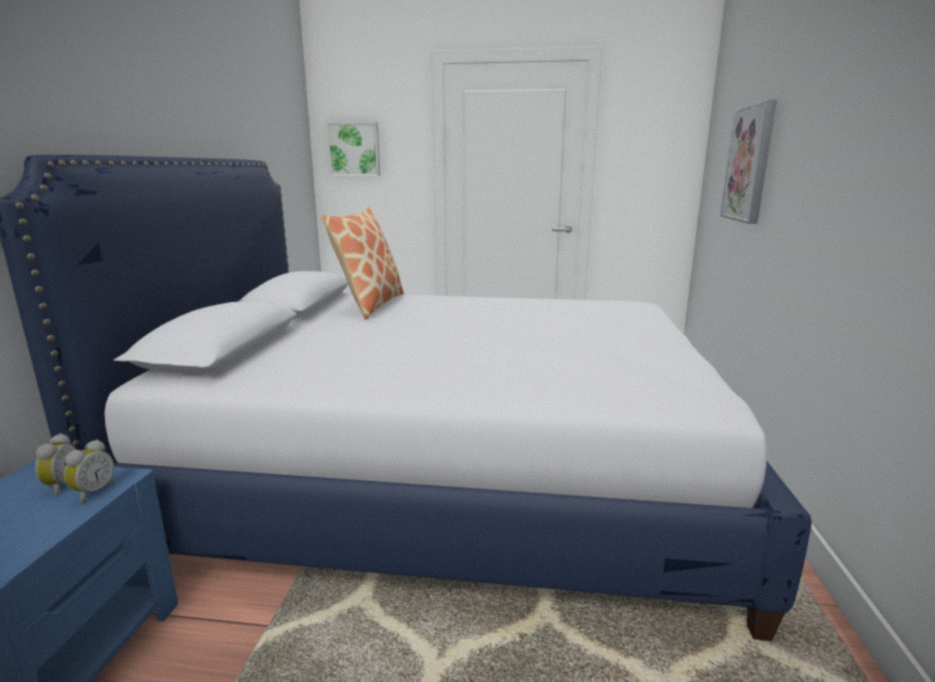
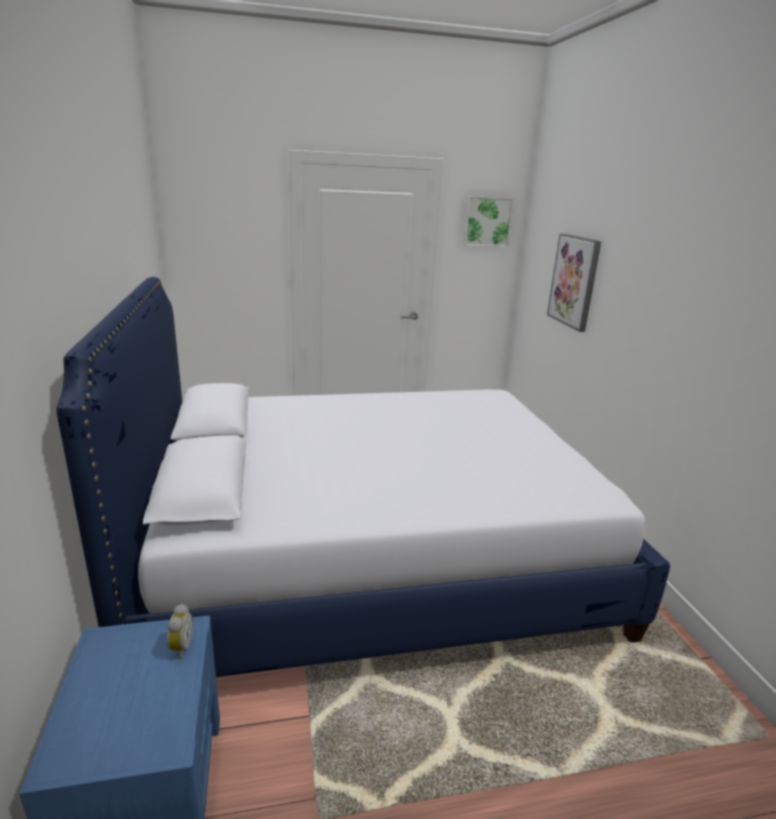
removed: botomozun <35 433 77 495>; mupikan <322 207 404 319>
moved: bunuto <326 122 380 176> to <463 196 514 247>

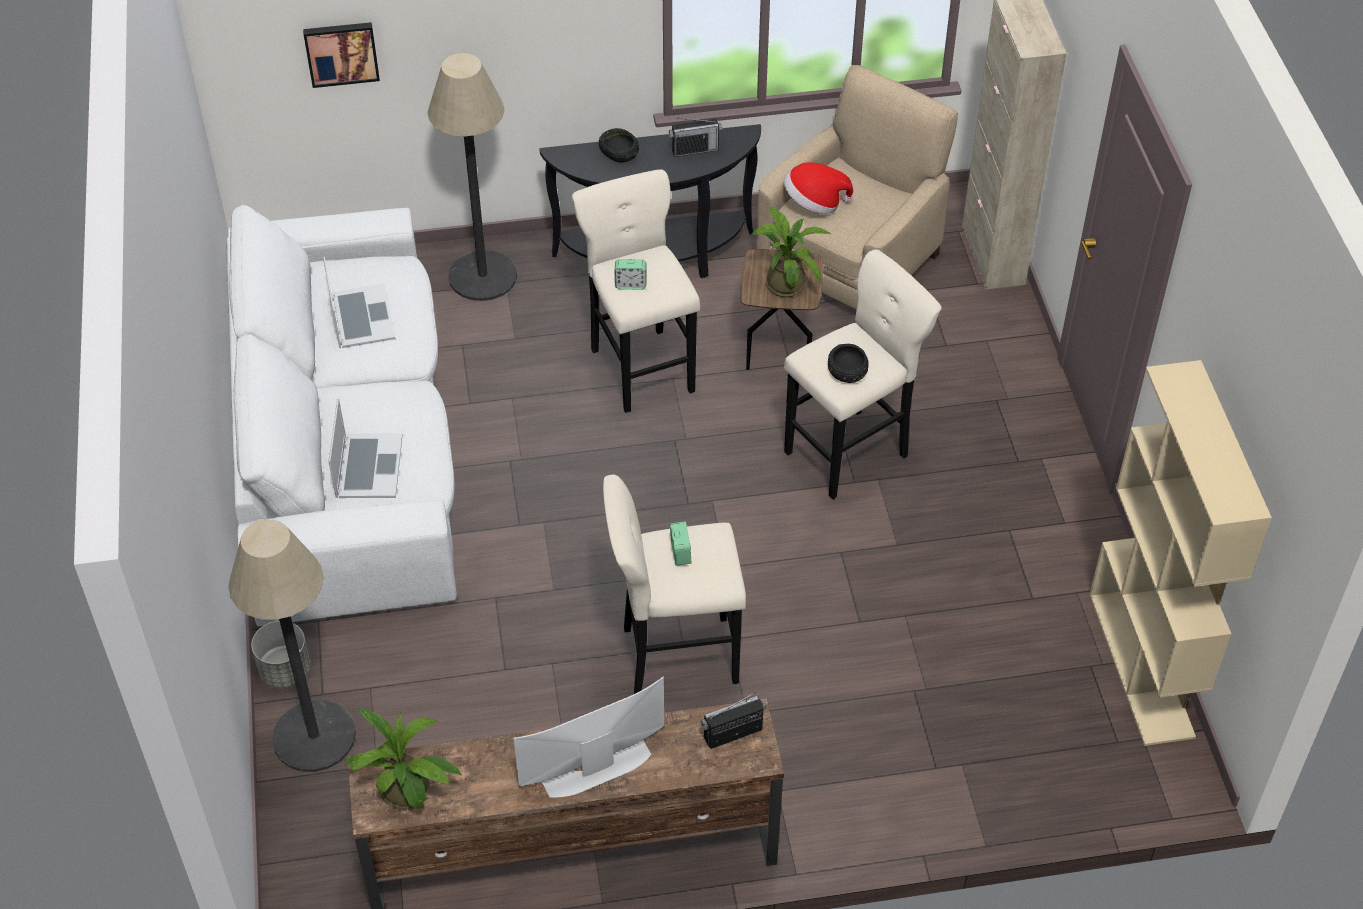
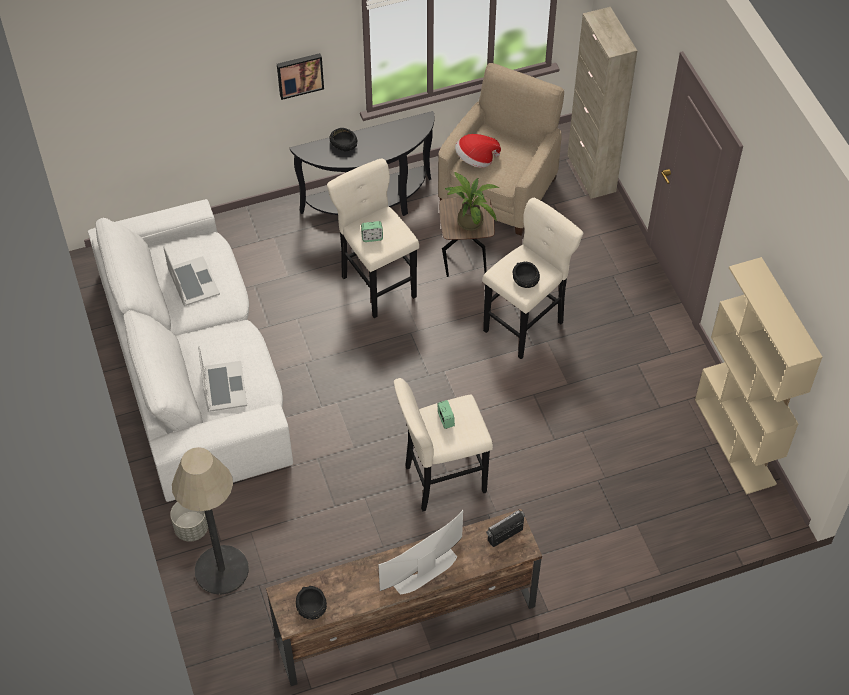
removed: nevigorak <427 53 517 301>; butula <669 117 722 157>
moved: bunuto <303 22 380 88> to <277 53 324 100>
replaced: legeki <344 706 462 809> to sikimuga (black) <296 586 327 620>

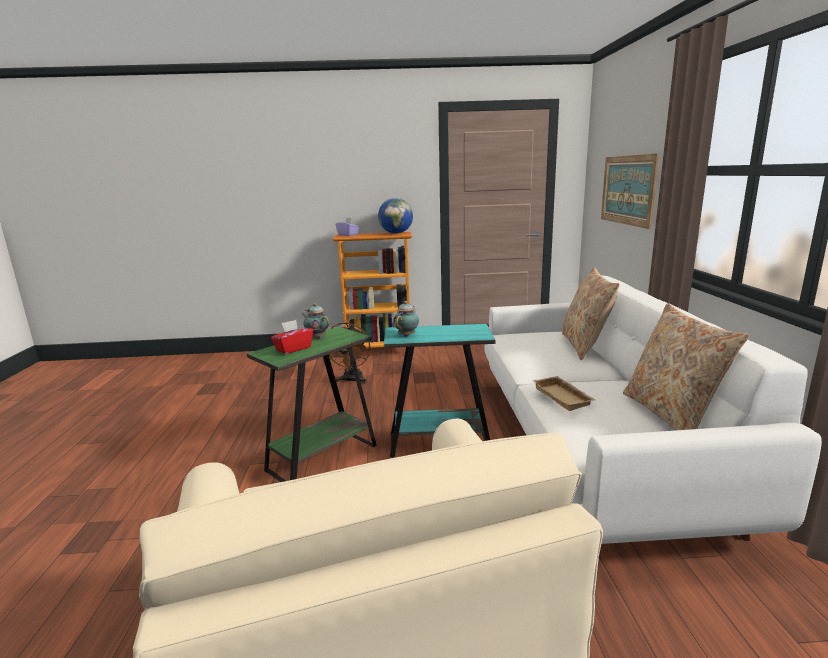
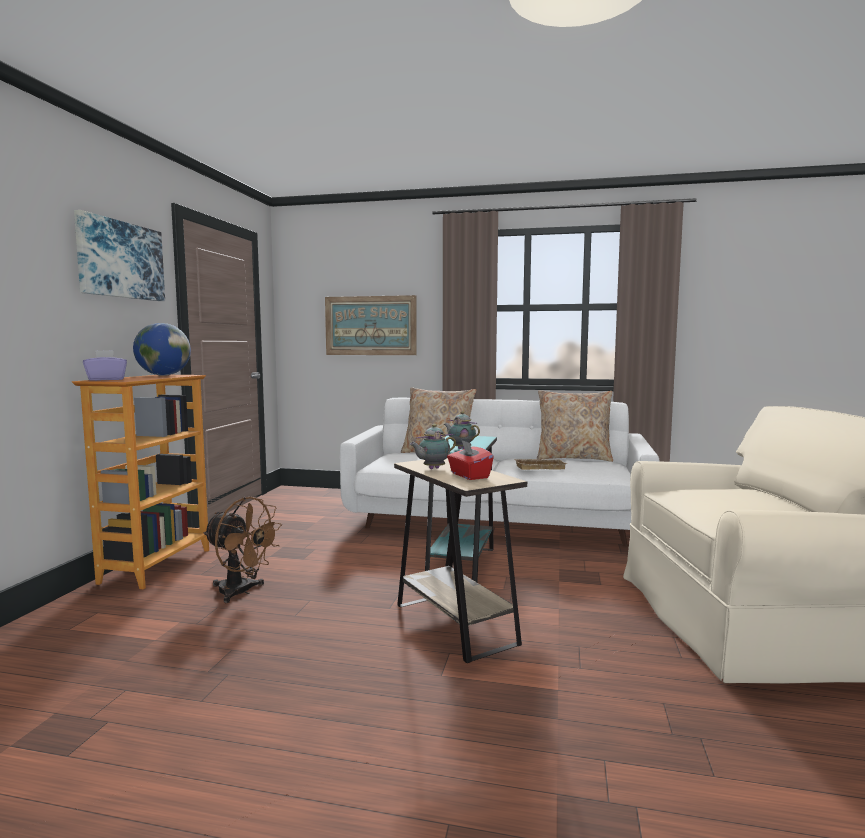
added: bunuto <74 210 165 301>
recoloured: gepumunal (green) <247 327 377 482> to gepumunal (beige) <394 458 527 663>

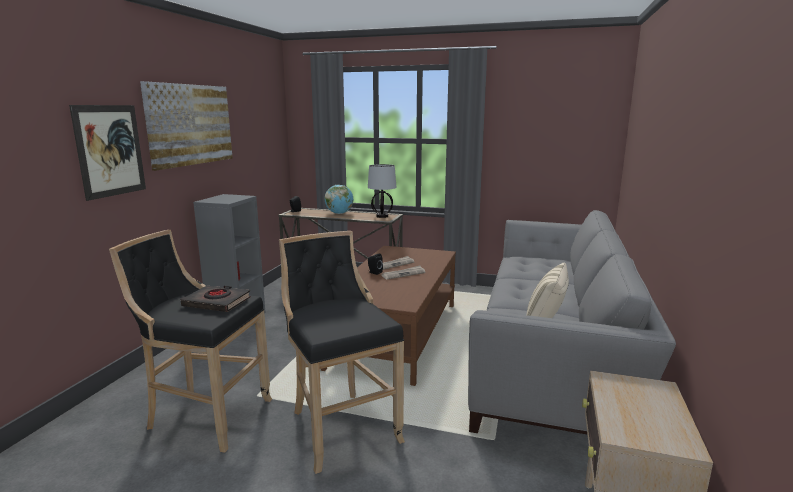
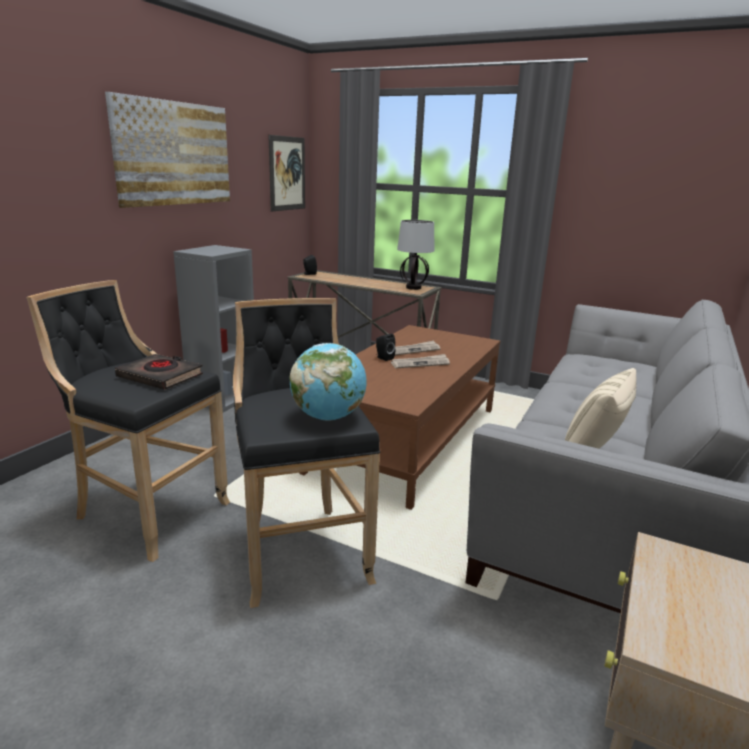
moved: bunuto <69 105 146 201> to <268 135 305 211>; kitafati <325 185 353 214> to <290 343 367 421>

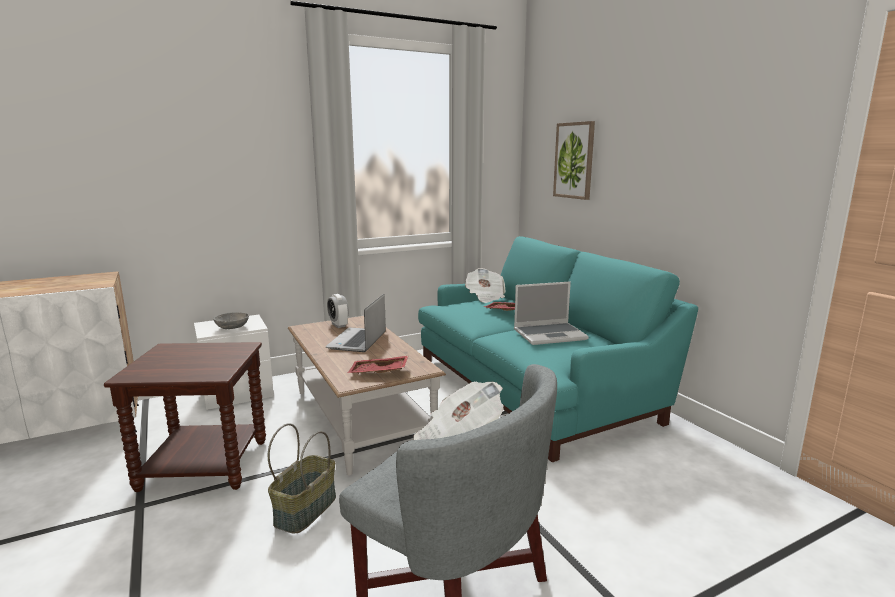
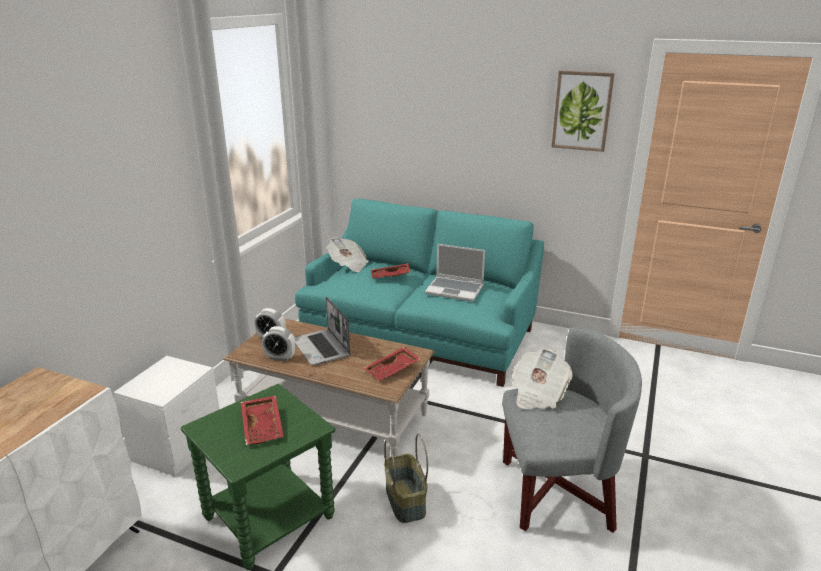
removed: sikimuga (grey) <213 312 249 329>
added: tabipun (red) <241 396 284 445>; botomozun <262 326 295 361>
moved: bunuto <553 121 595 200> to <552 71 615 152>
recoloured: gepumunal (brown) <104 342 266 492> to gepumunal (green) <181 384 335 570>
turned: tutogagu <514 282 589 345> = <425 244 485 302> 75 degrees clockwise

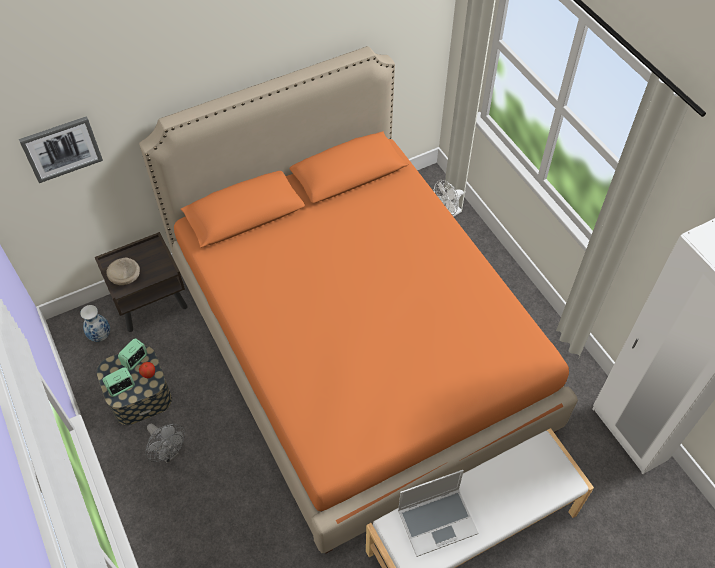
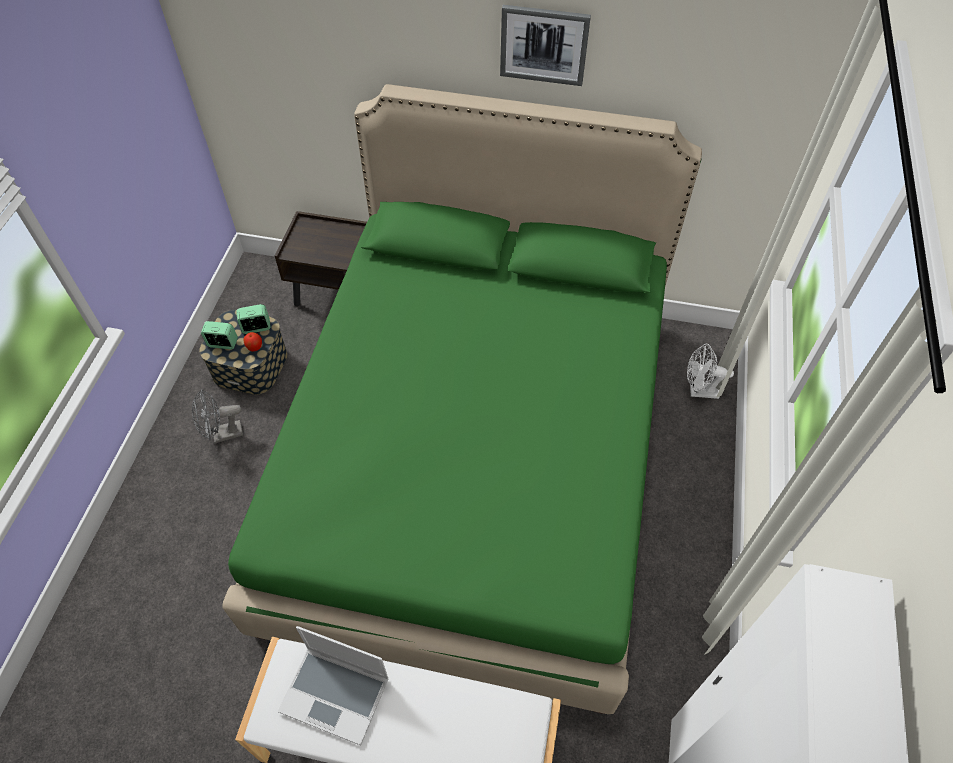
removed: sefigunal <80 305 110 342>; sikimuga (beige) <106 257 140 285>
moved: bunuto <19 116 103 183> to <500 5 591 86>
recoloured: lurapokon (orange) <139 46 578 553> to lurapokon (green) <223 84 702 714>
turned: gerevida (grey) <145 424 185 464> = <192 389 244 443> 75 degrees clockwise

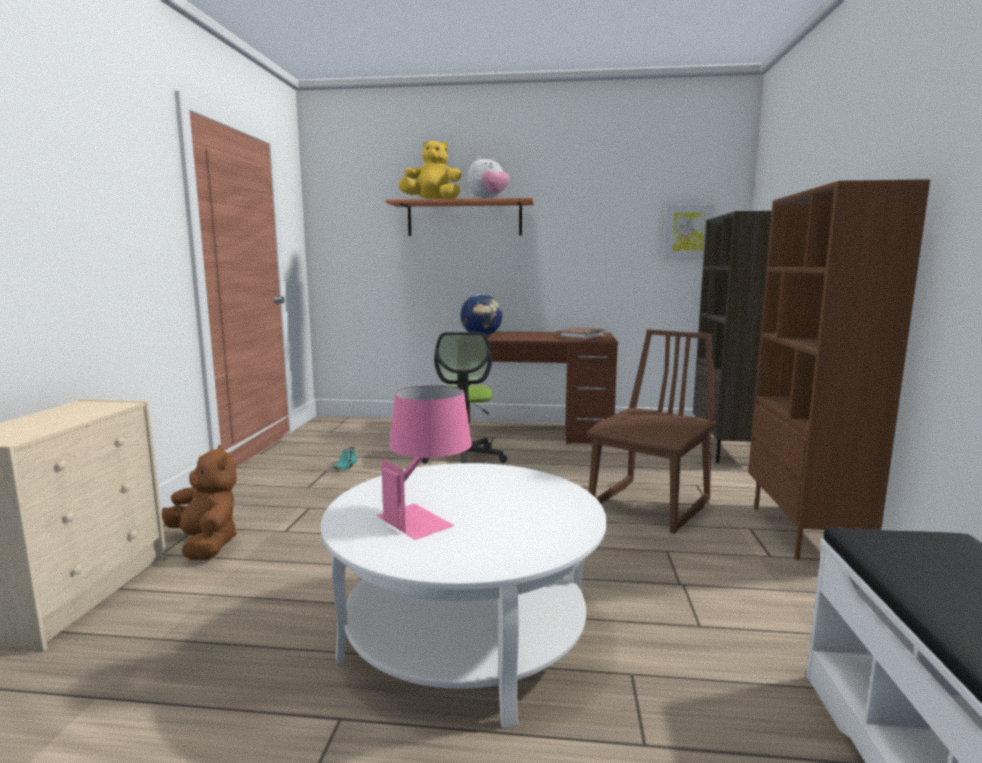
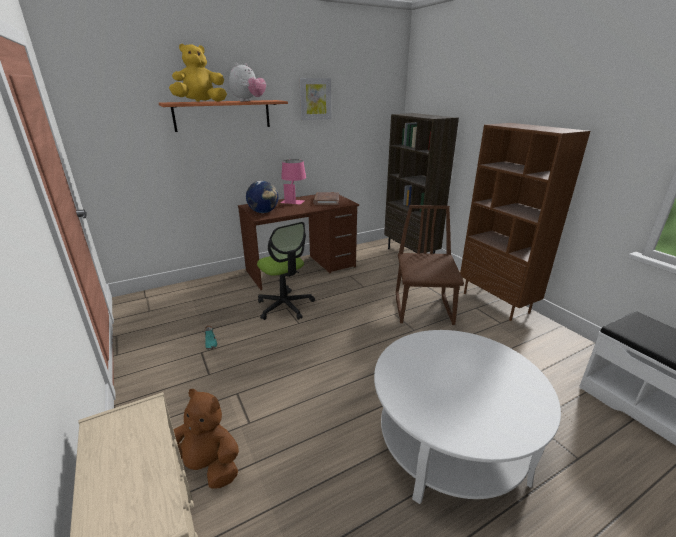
moved: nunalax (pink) <377 385 472 540> to <281 159 306 204>; bunuto <663 204 714 258> to <299 78 331 120>

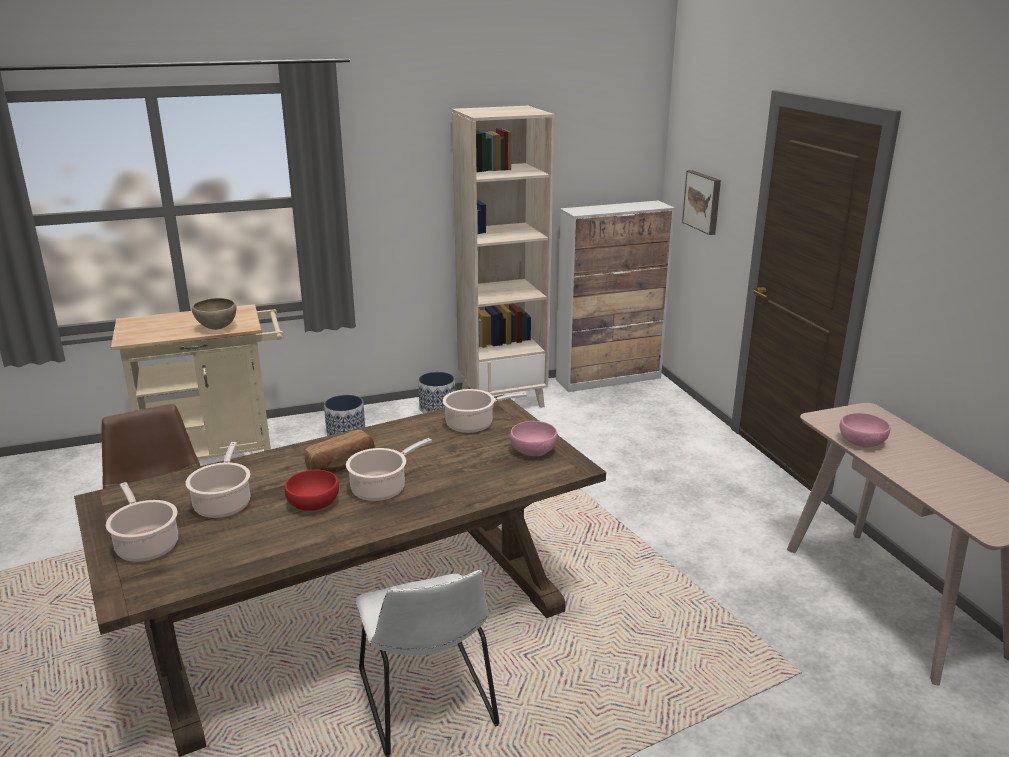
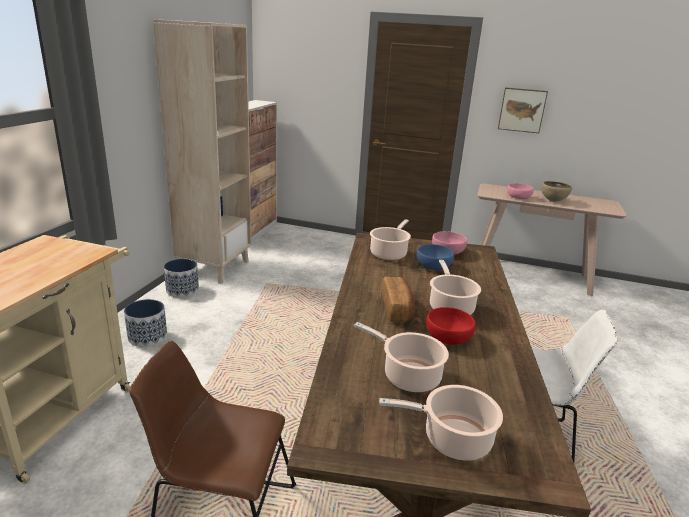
added: sikimuga (blue) <417 244 454 270>
moved: sikimuga (brown) <192 298 237 330> to <541 181 572 202>; bunuto <682 170 721 235> to <498 87 548 133>

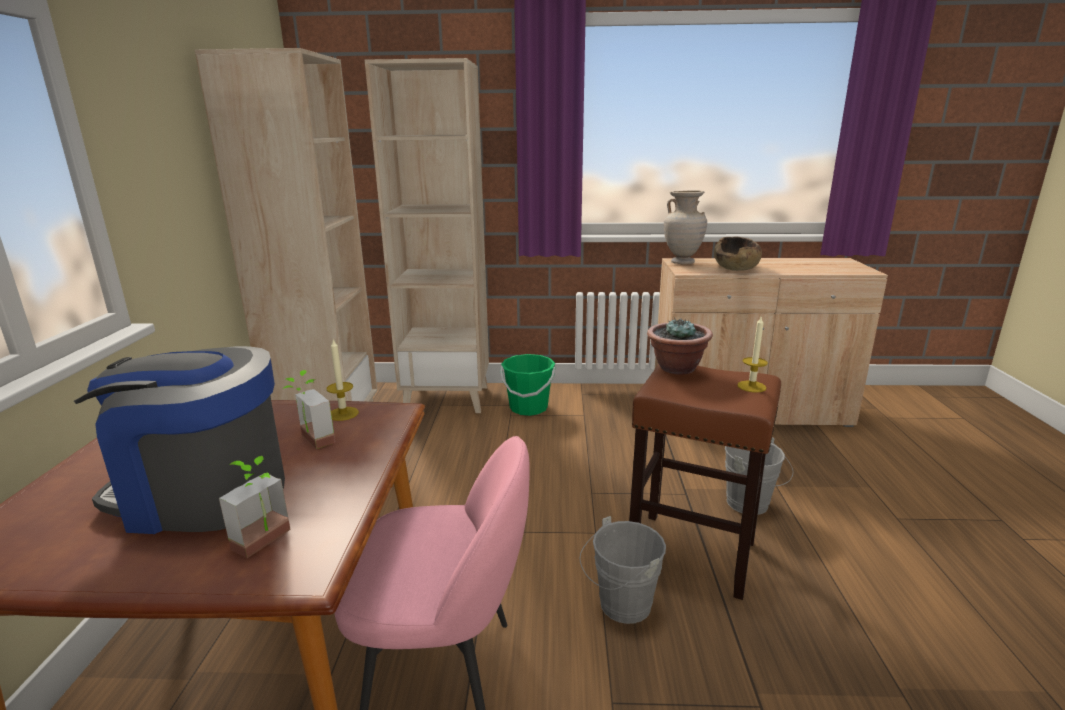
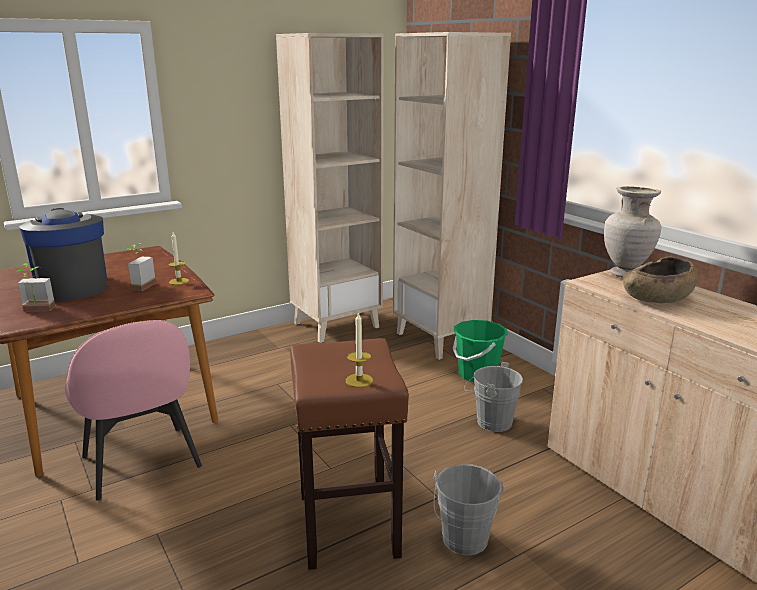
removed: legeki <647 318 713 375>
moved: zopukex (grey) <580 516 666 624> to <464 362 523 432>

